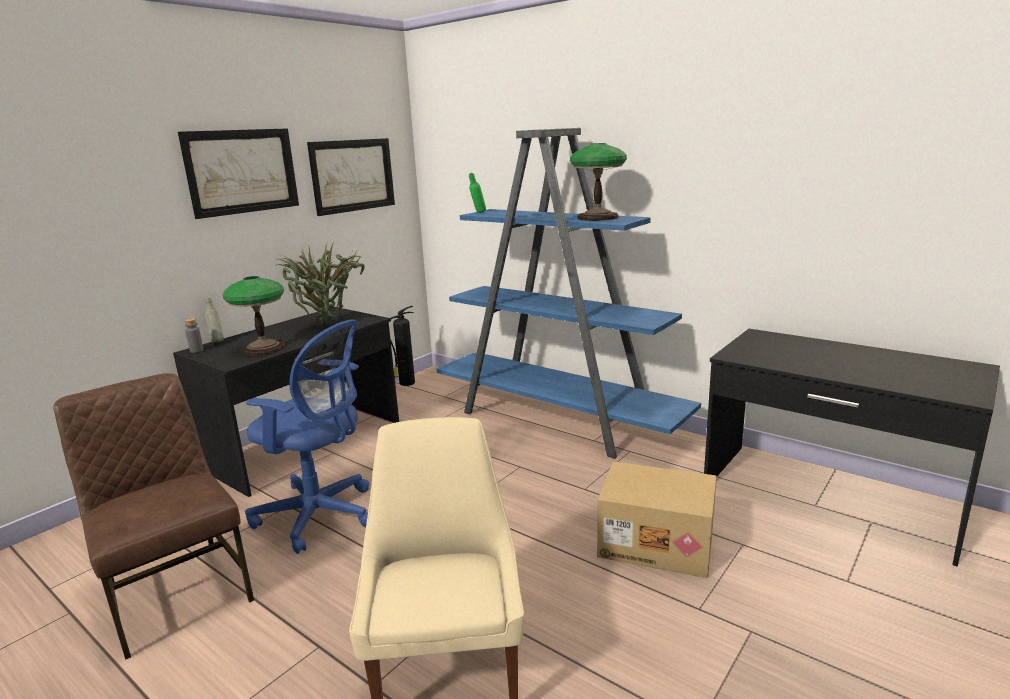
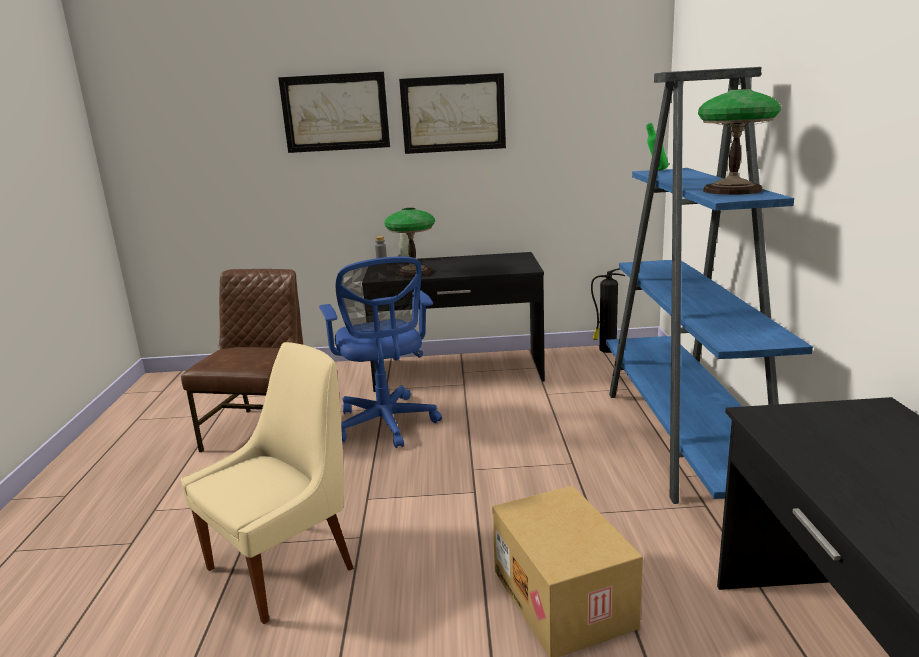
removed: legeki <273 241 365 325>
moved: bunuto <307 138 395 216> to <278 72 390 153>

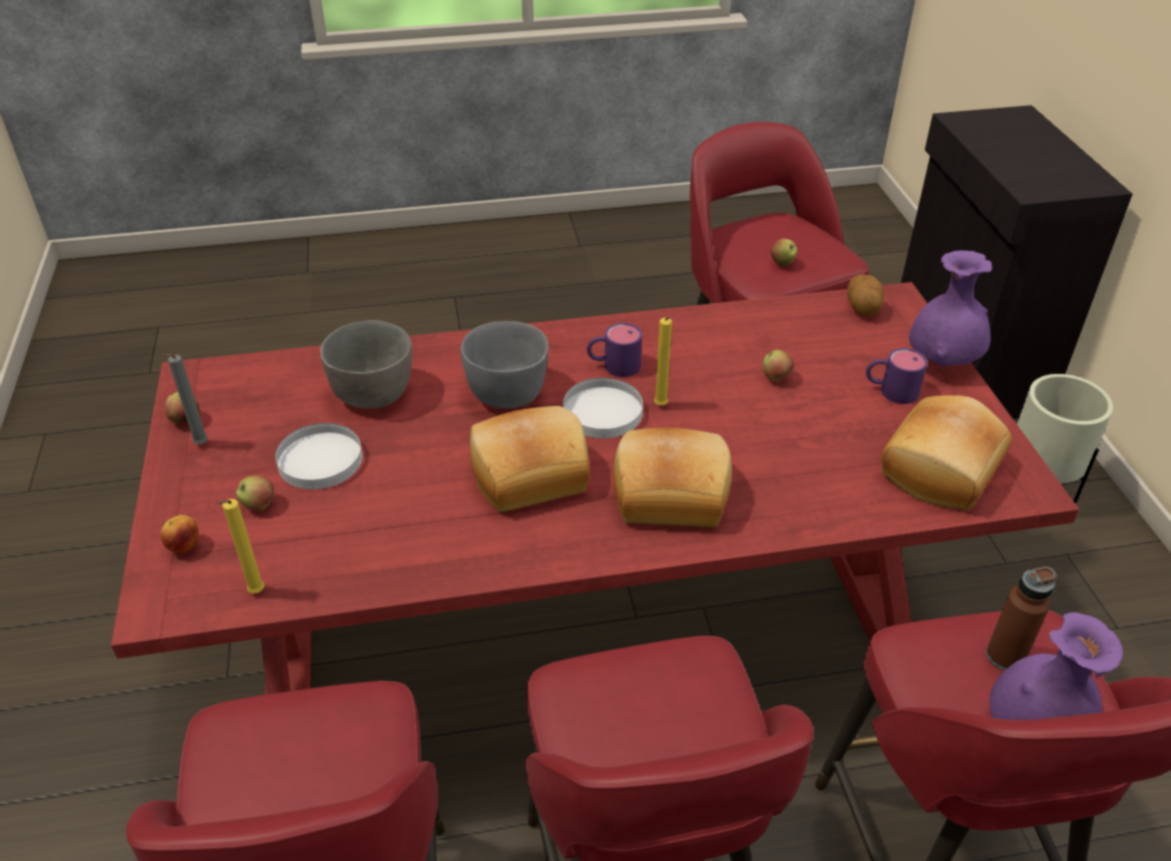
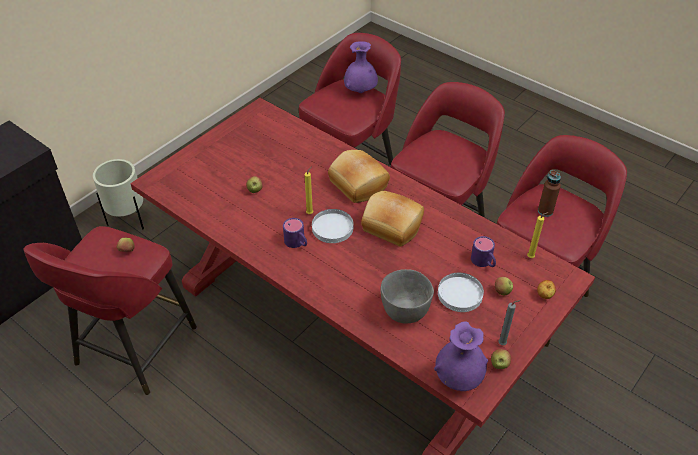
removed: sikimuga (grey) <461 321 549 409>; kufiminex <847 275 884 316>; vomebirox <881 395 1012 510>
moved: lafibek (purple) <866 348 928 404> to <471 236 496 267>; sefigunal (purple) <909 250 992 366> to <434 321 489 391>; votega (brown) <986 566 1057 671> to <538 170 561 217>

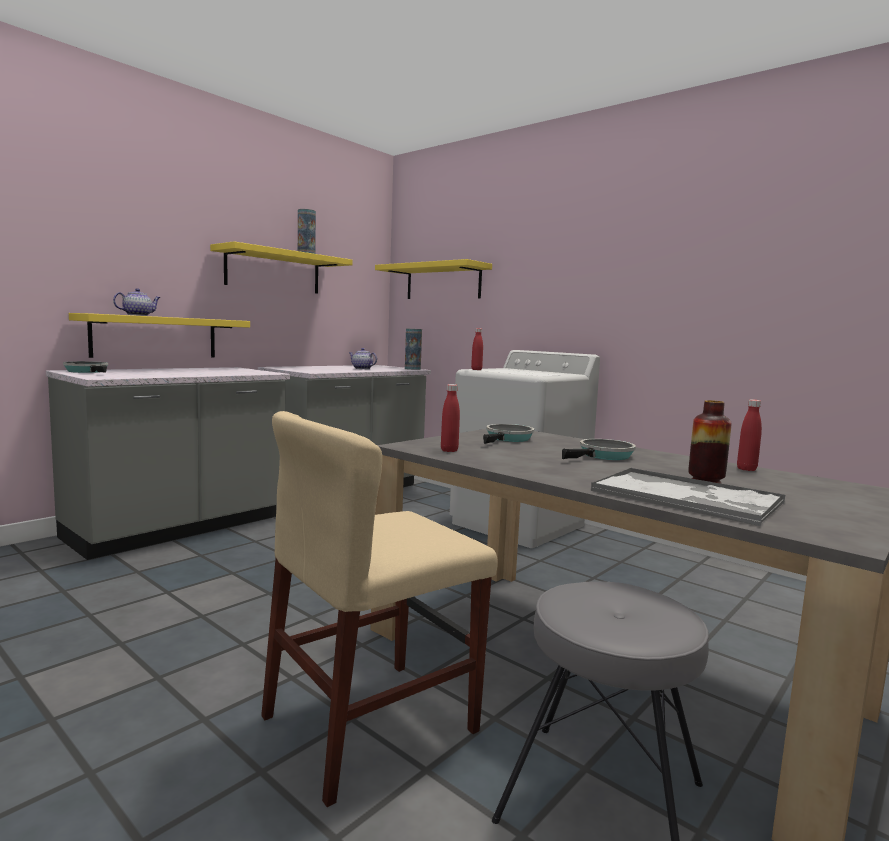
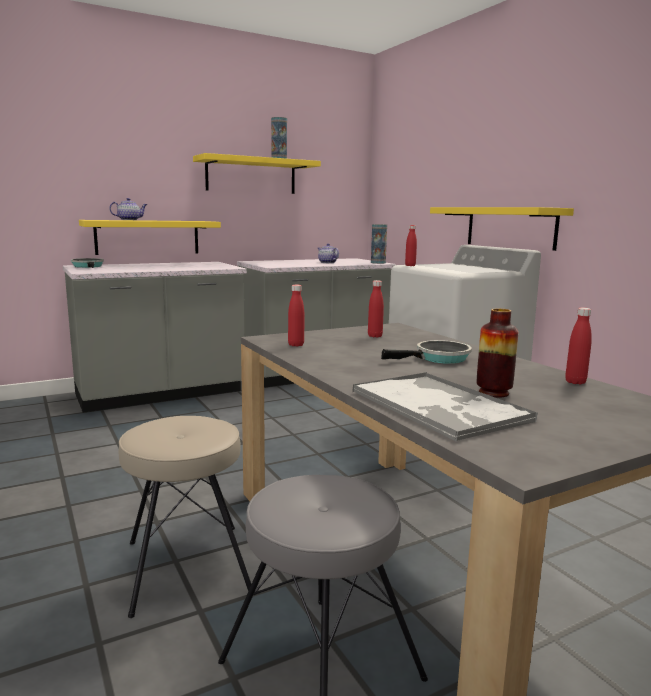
moved: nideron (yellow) <375 259 492 299> to <430 207 574 251>
replaced: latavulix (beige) <261 411 498 807> to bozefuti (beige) <119 416 251 618>; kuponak <483 424 534 444> to votega (red) <368 280 384 337>

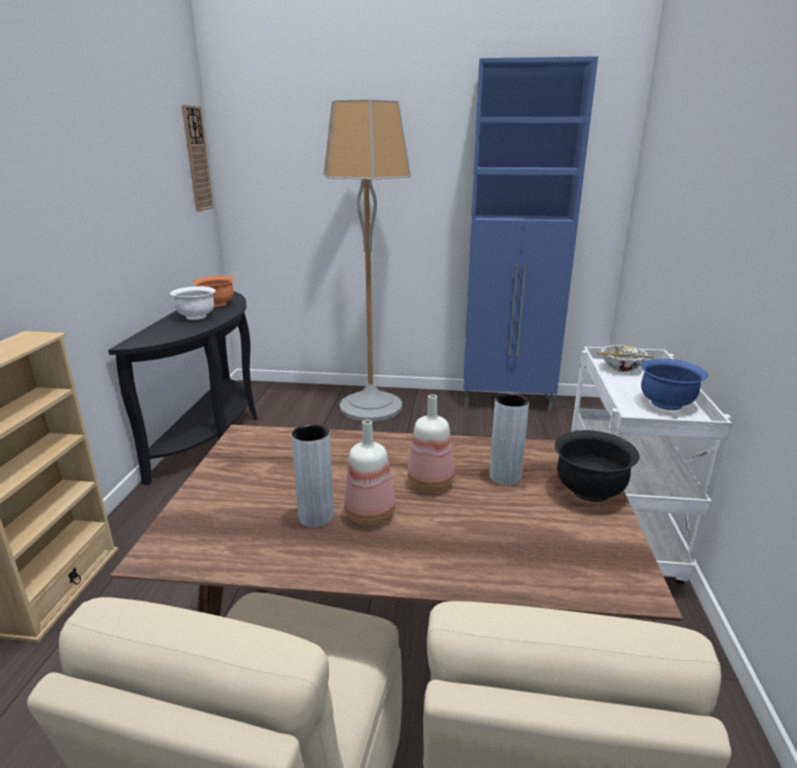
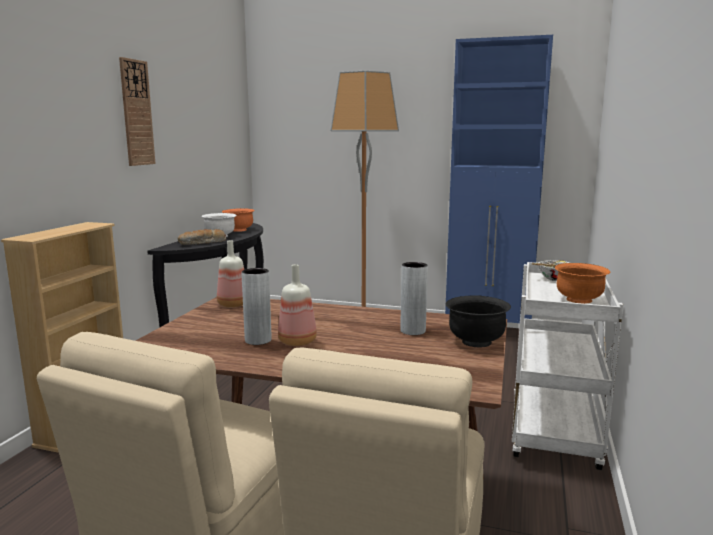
added: vomebirox <178 229 226 245>
moved: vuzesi <182 105 214 212> to <119 57 155 166>; votega <407 394 455 492> to <217 240 244 307>
recoloured: sikimuga (blue) <641 359 708 410> to sikimuga (orange) <555 263 610 304>

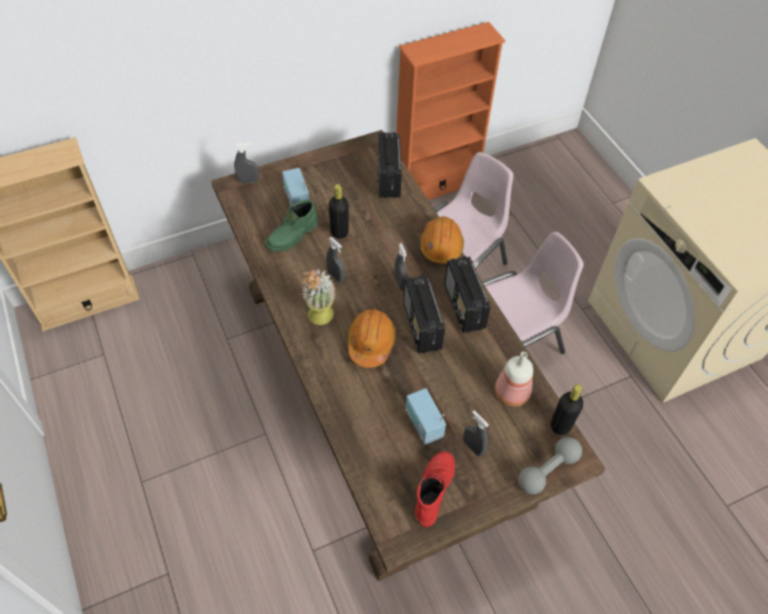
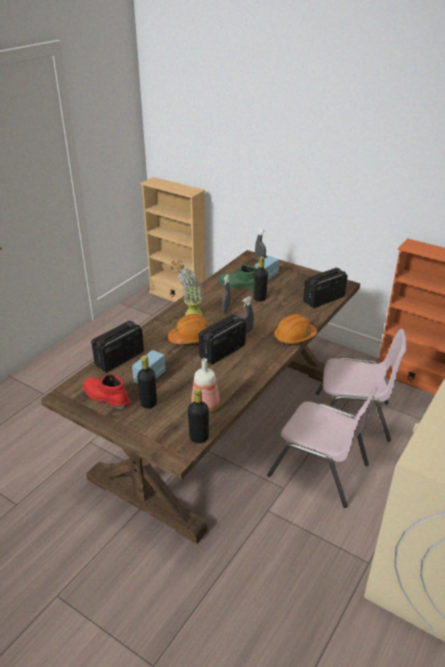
removed: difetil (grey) <518 437 582 495>
moved: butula <444 256 491 333> to <91 321 144 372>
replaced: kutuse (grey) <463 411 489 456> to votega (black) <137 355 157 409>
turned: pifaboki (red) <415 451 455 527> = <83 374 130 409> 135 degrees counterclockwise

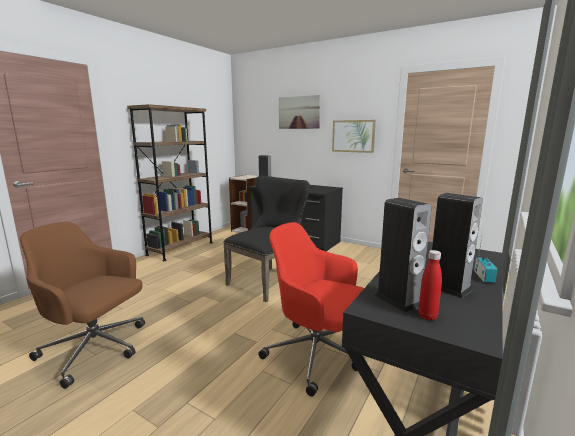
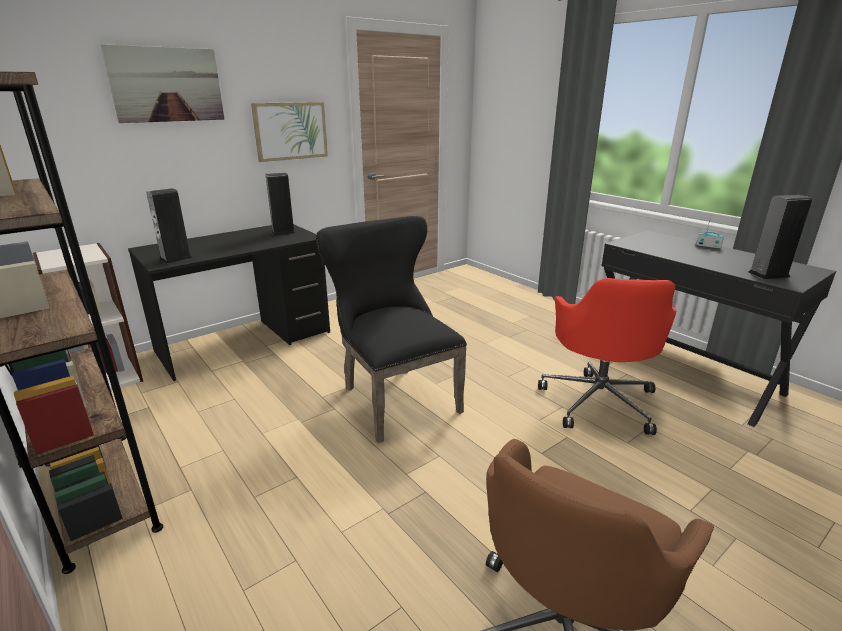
removed: votega (red) <418 250 442 321>
moved: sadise <432 193 483 298> to <266 173 295 235>
turned: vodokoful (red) <258 222 364 397> = <538 278 676 435> 45 degrees counterclockwise

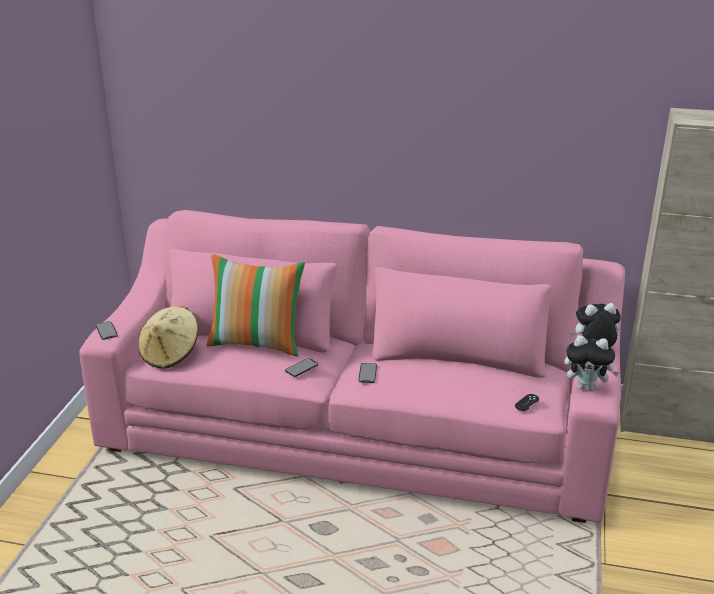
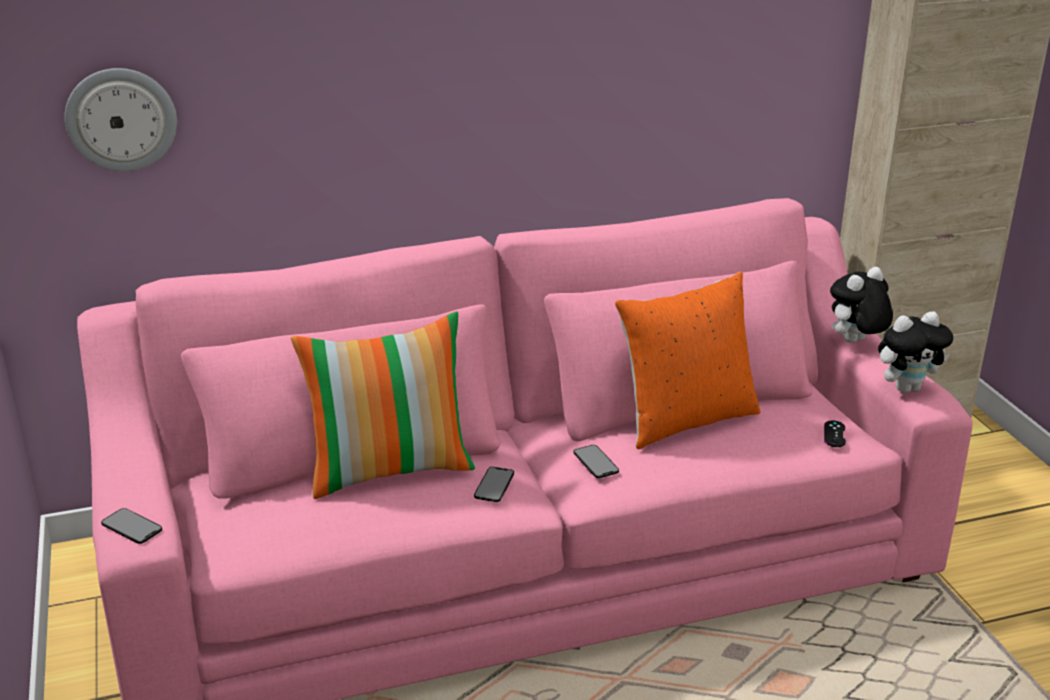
removed: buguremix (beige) <138 306 199 369>
added: vuzesi <65 68 177 171>; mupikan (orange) <615 272 760 449>

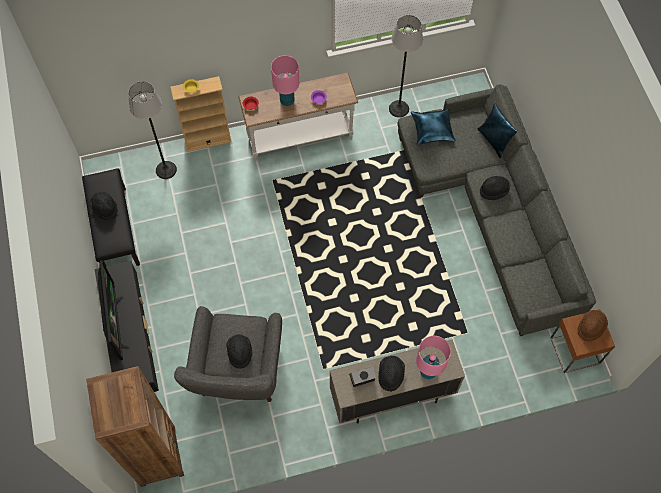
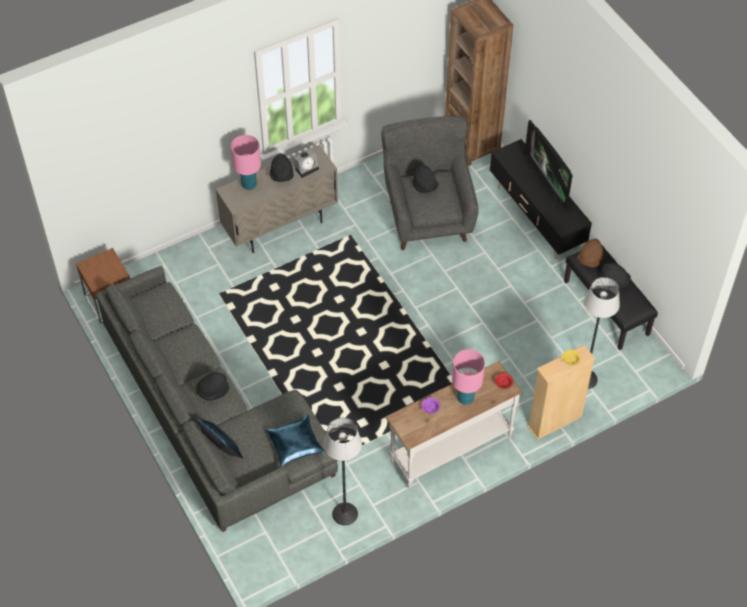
moved: buguremix (brown) <577 310 608 341> to <577 238 603 267>

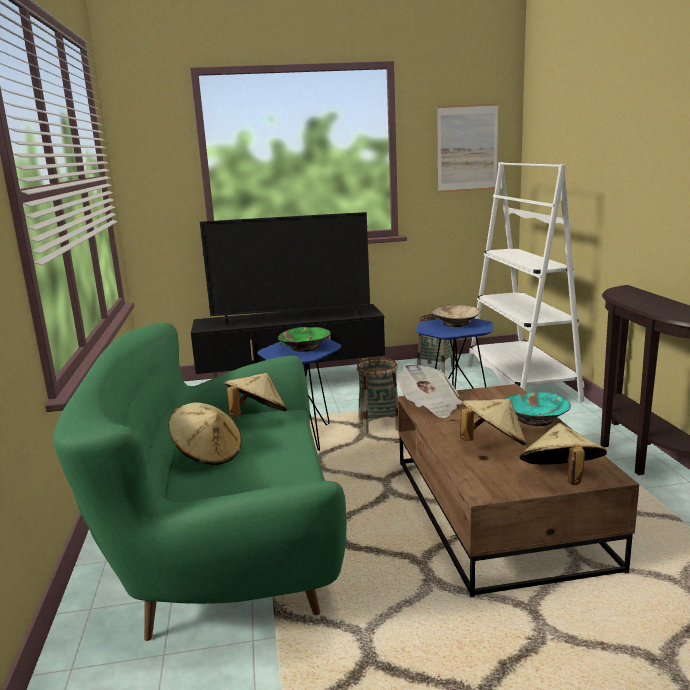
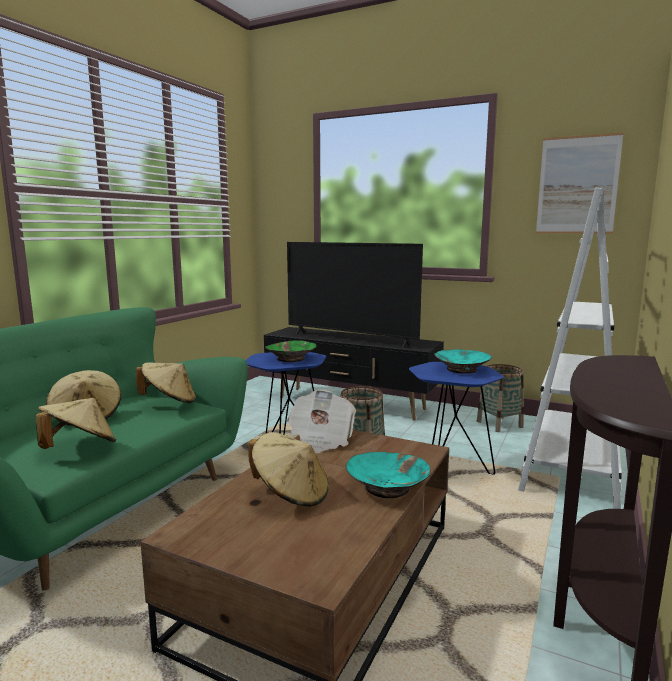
moved: buguremix (beige) <520 423 607 485> to <35 398 116 449>
recoloured: sikimuga (beige) <431 305 480 327> to sikimuga (turquoise) <434 349 491 374>

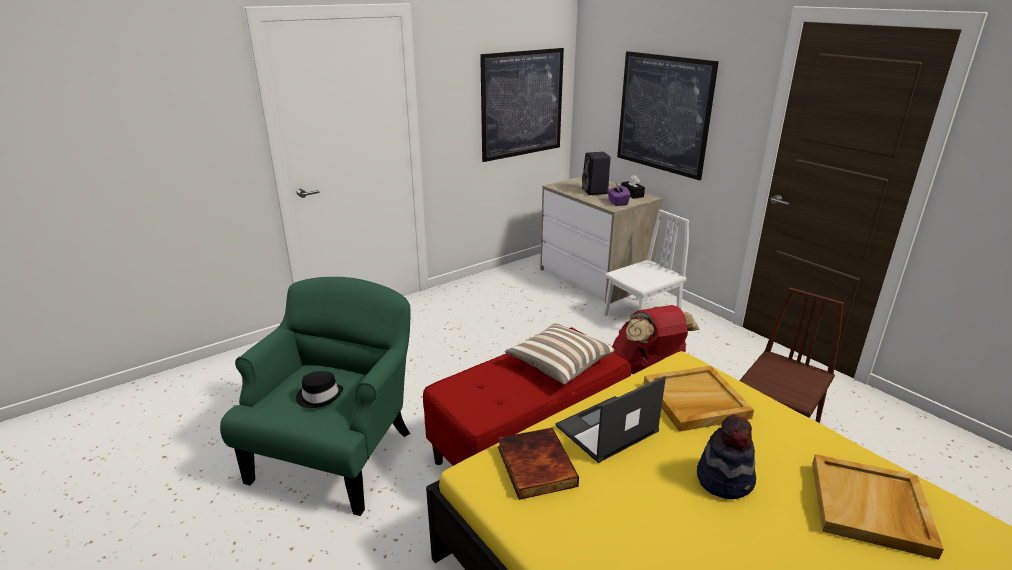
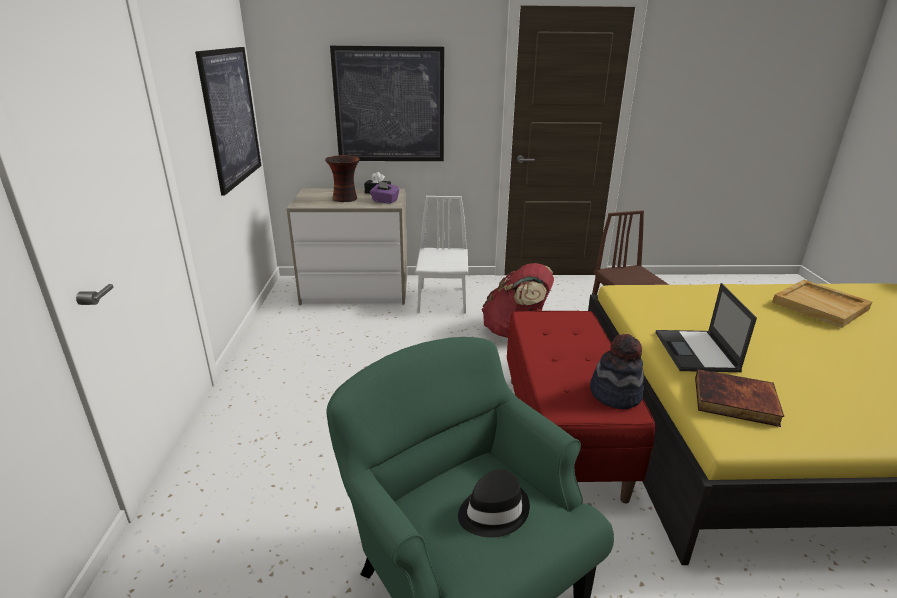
removed: mupikan <505 323 615 385>; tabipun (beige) <644 366 754 432>
moved: buguremix <697 414 756 499> to <590 334 644 409>
replaced: sadise (black) <582 152 611 195> to sefigunal <325 155 360 202>

